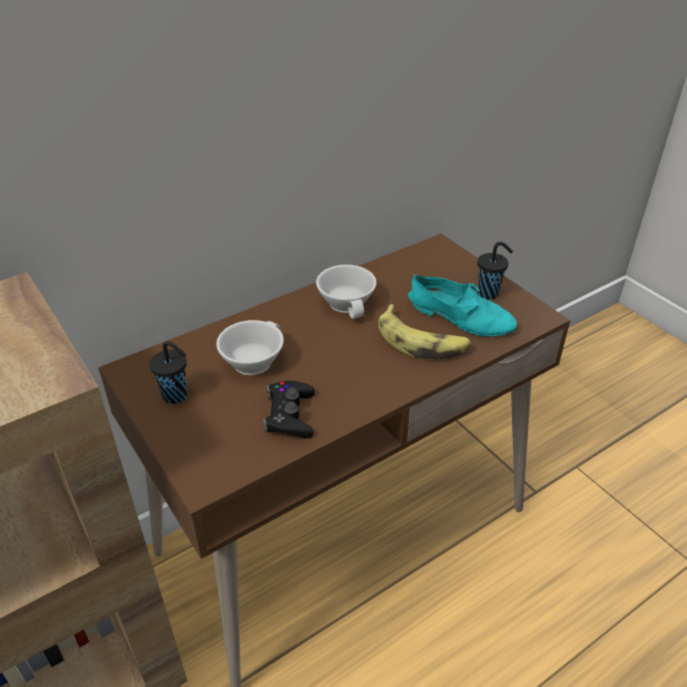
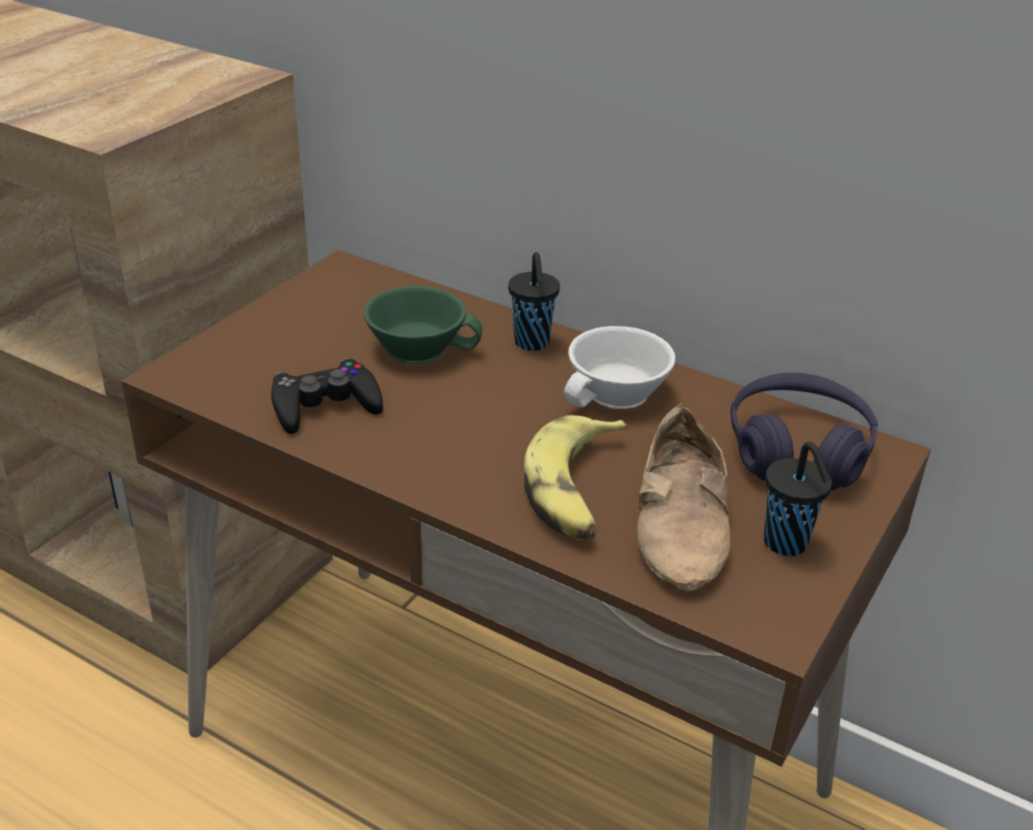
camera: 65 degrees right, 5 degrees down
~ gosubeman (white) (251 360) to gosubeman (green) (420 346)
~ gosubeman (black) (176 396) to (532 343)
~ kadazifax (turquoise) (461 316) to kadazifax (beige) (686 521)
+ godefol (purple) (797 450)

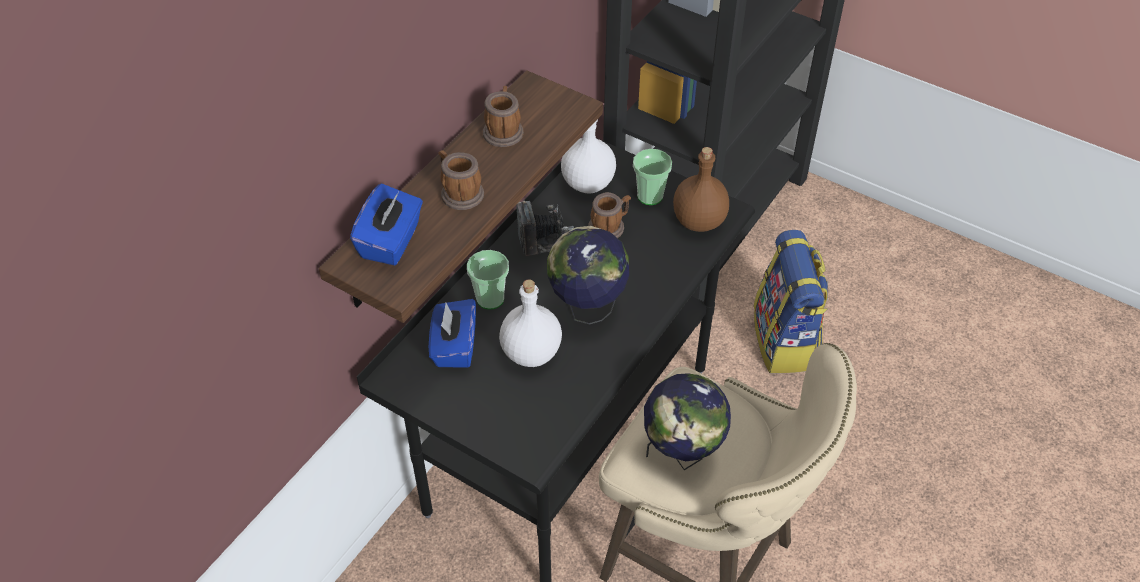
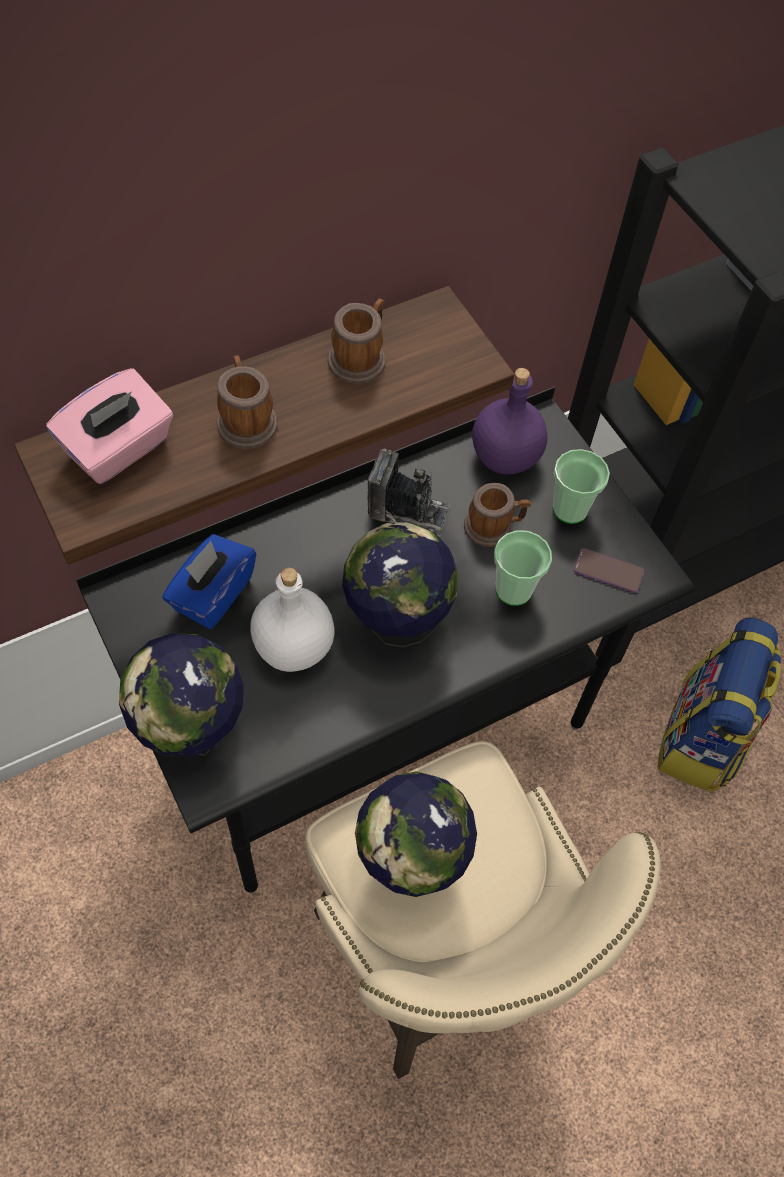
camera: 25 degrees right, 10 degrees up
~ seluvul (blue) (391 242) to seluvul (pink) (119 449)
+ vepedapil (192 732)
~ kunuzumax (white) (587 184) to kunuzumax (purple) (503 457)
~ gosubeman (490 299) to (513 590)
~ kunuzumax (brown) (698 221) to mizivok (608 571)

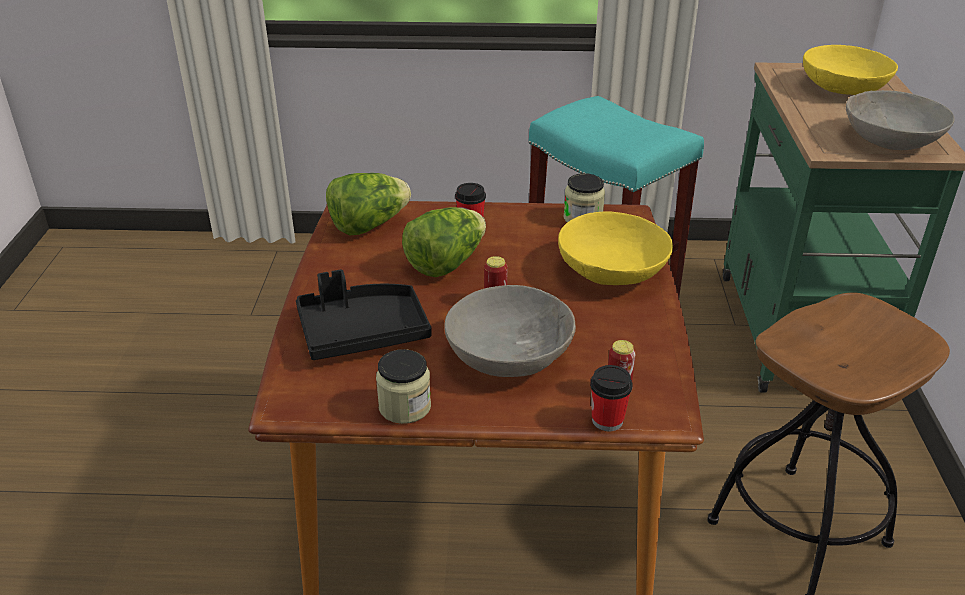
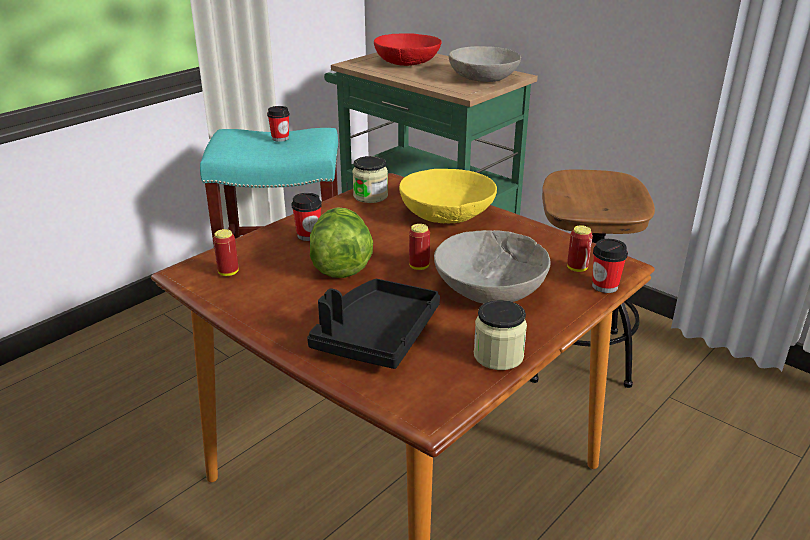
camera: 50 degrees left, 5 degrees down
~ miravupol (368 225) to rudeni (228 273)
+ gosubeman (280 138)
~ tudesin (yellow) (844 88) to tudesin (red) (407 62)

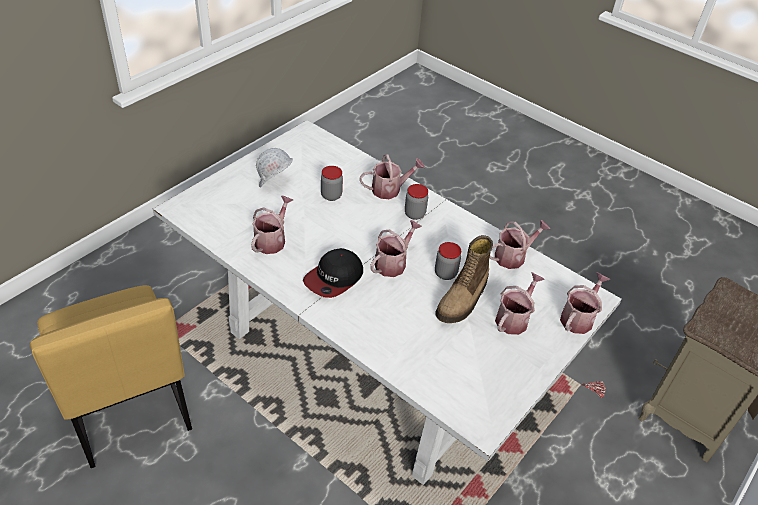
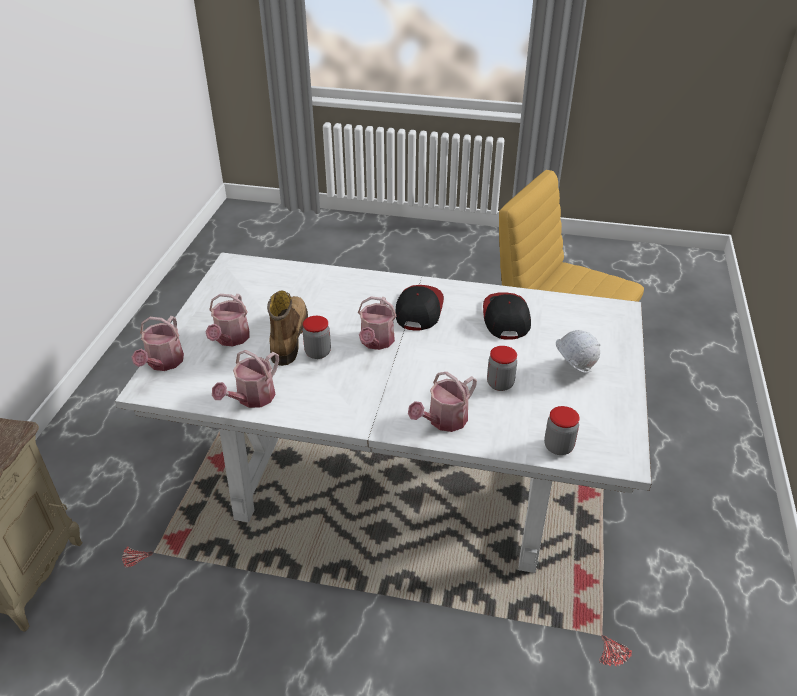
camera: 155 degrees right, 5 degrees down
~ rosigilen (272 240) to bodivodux (505 318)
~ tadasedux (414 214) to (558 446)

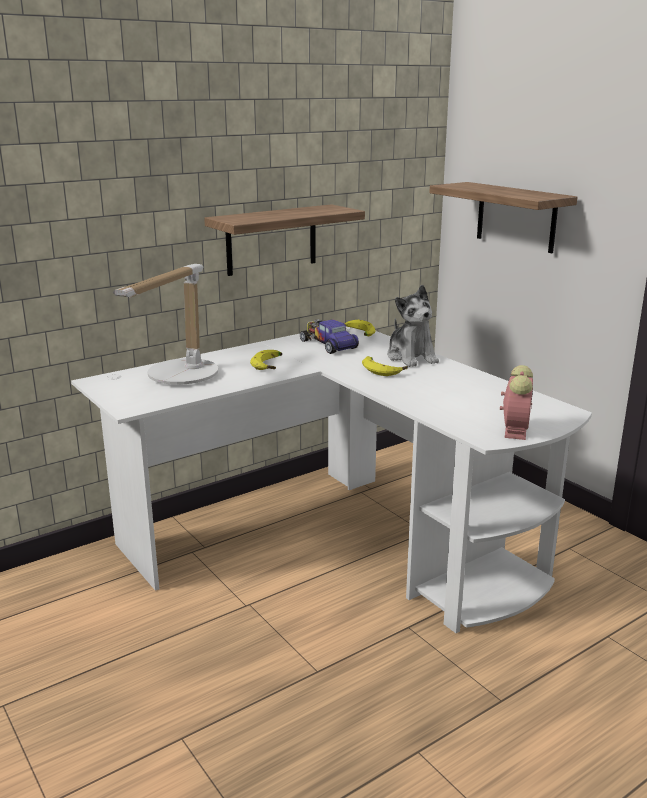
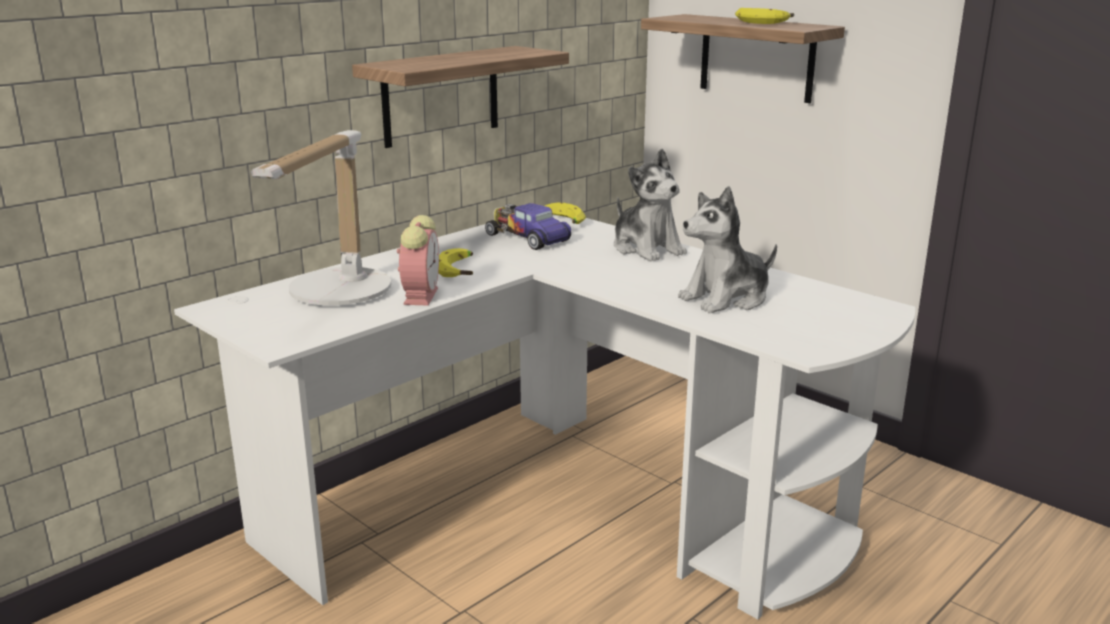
camera: 10 degrees left, 0 degrees up
~ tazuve (515 430) to (420 295)
+ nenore (726 298)
~ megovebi (383 370) to (763 22)

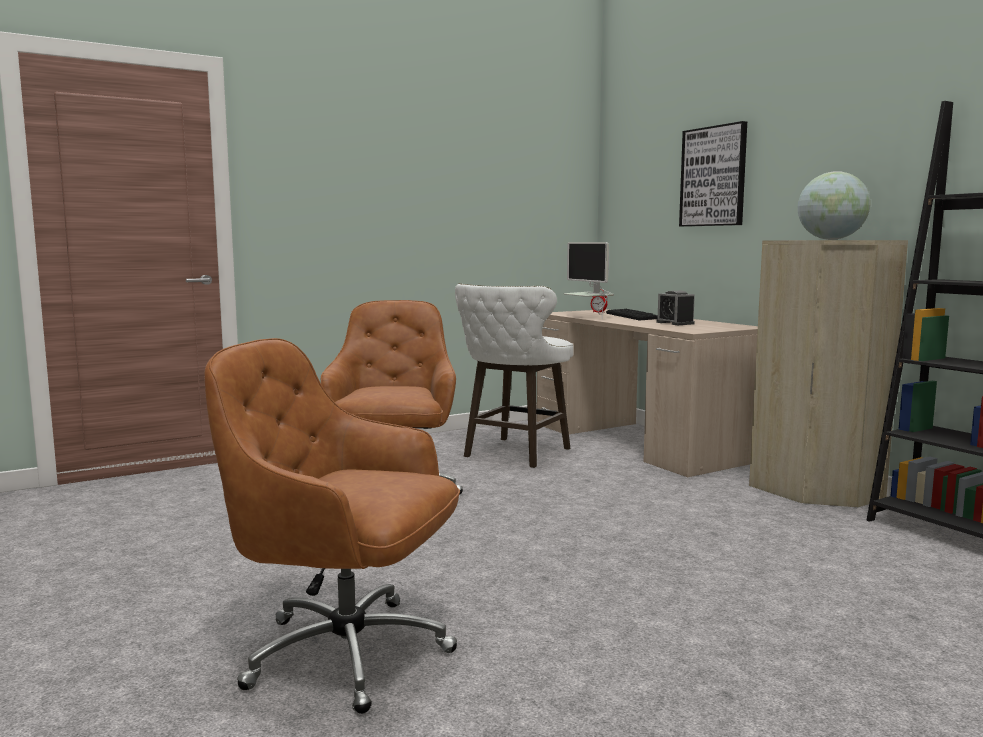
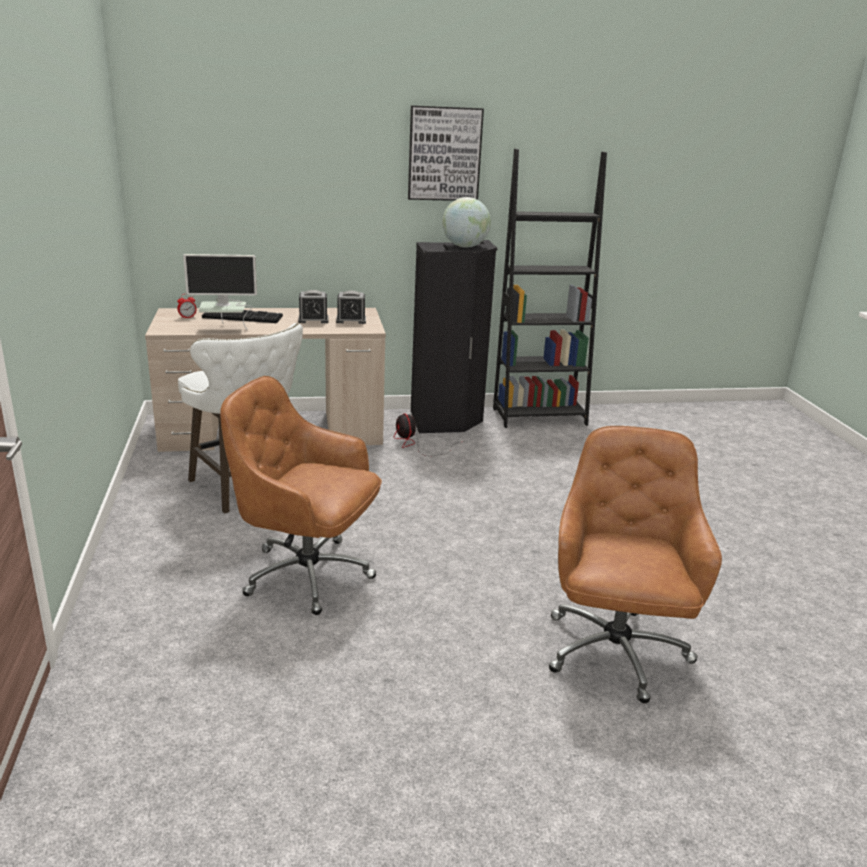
camera: 70 degrees left, 15 degrees up
+ tazuve (351 320)
+ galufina (417 445)
~ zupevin (713 176) to (444 154)
~ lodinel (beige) (816 491) to lodinel (black) (447 420)
~ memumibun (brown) (348 651) = (616 651) 150 degrees clockwise

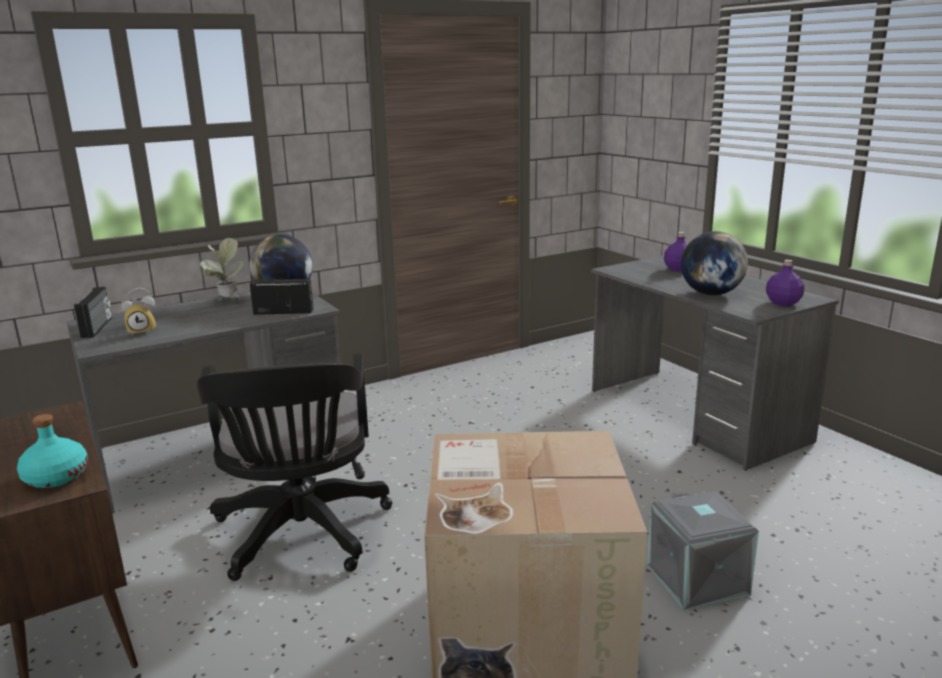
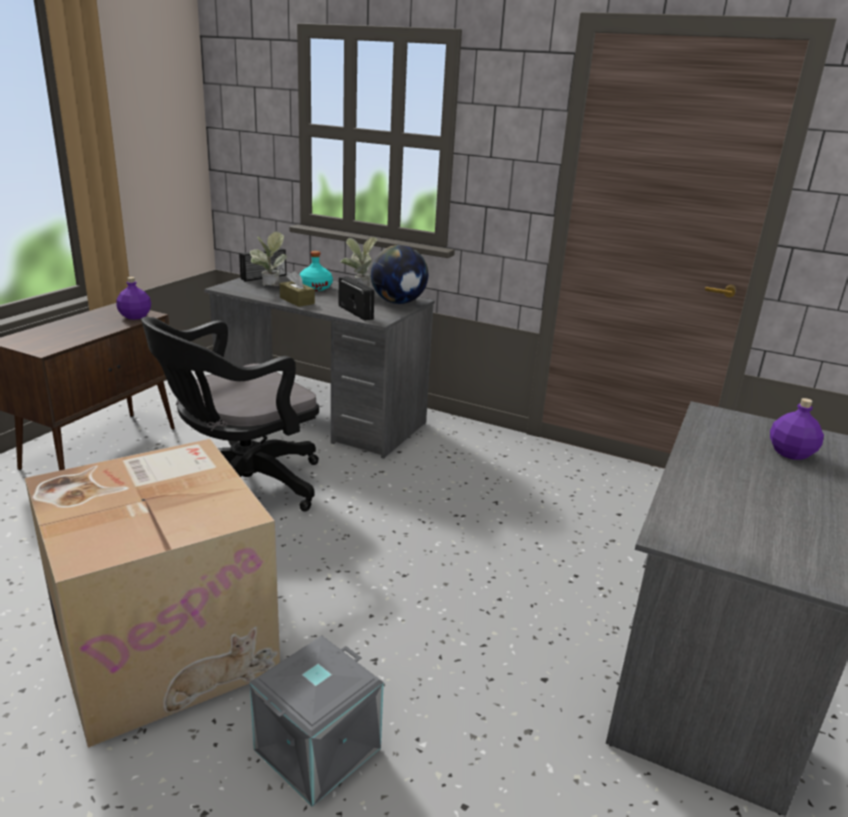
camera: 55 degrees right, 5 degrees up
~ kunuzumax (purple) (783 303) to (135 317)
~ tazuve (143 331) to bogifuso (269 288)
+ seluvul (brown) (297 301)
~ kunuzumax (turquoise) (55 477) to (315 287)
- vepedapil (711 293)

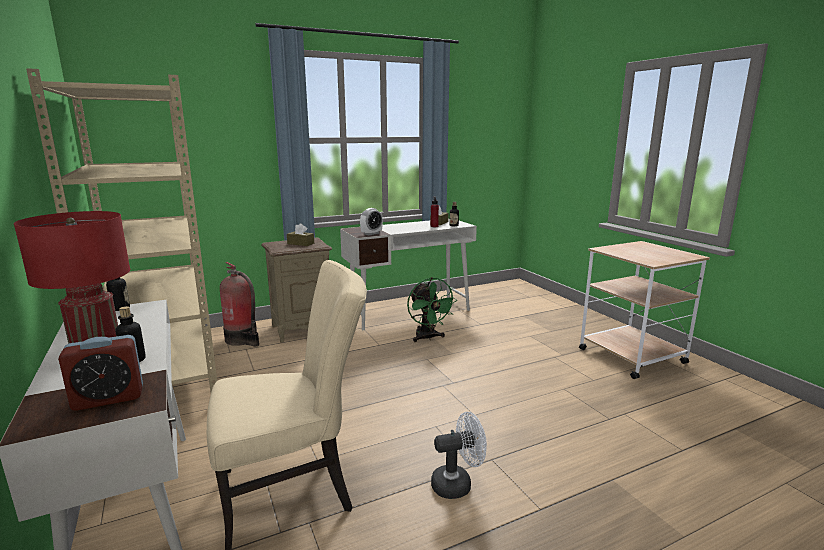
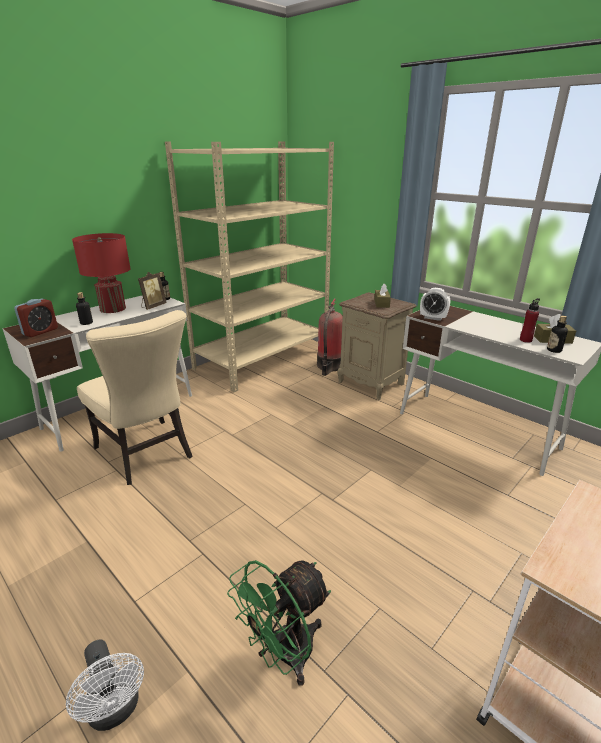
camera: 70 degrees right, 10 degrees up
~ tazuve (108 398) = (40 331) 105 degrees counterclockwise
~ galufina (white) (457 484) to (115 710)
+ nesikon (153 306)
~ galufina (green) (428 338) to (284 655)

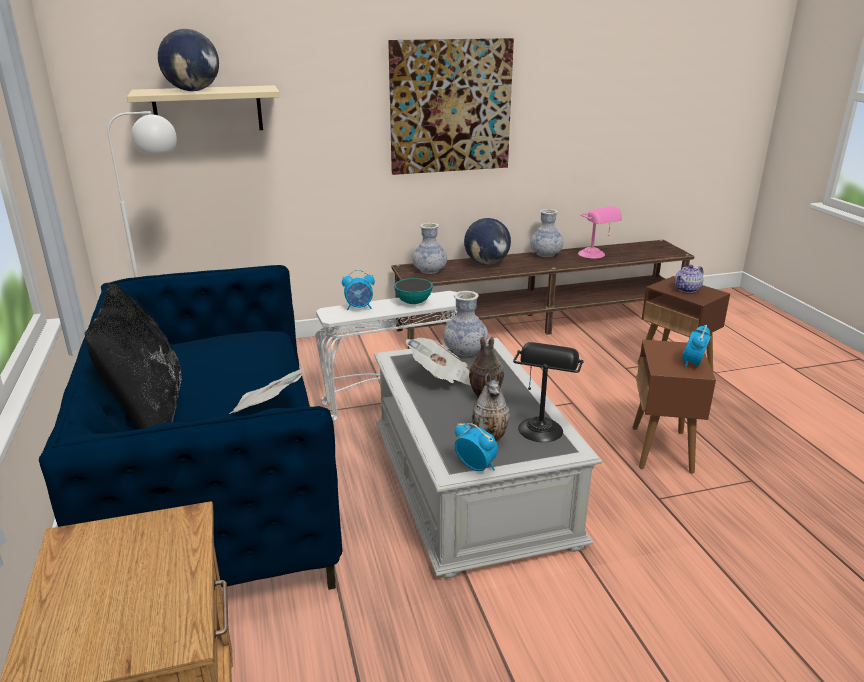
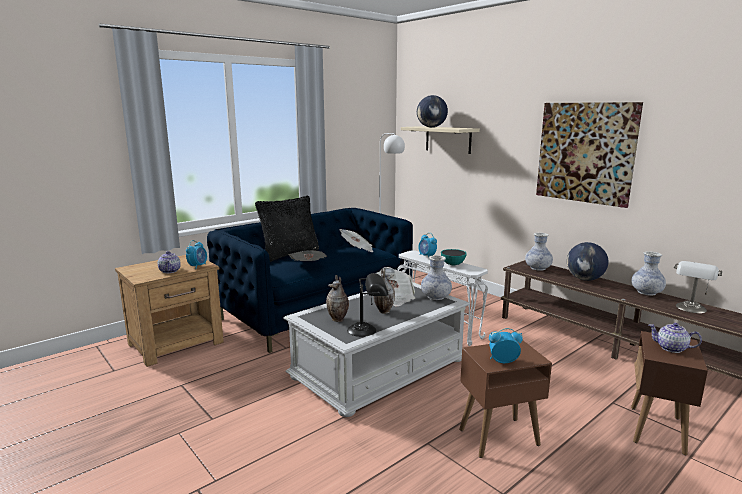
camera: 65 degrees right, 10 degrees down
+ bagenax (170 271)
~ tazuve (476 466) to (198 266)
+ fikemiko (357 250)
~ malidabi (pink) (595 255) to malidabi (white) (691 310)

